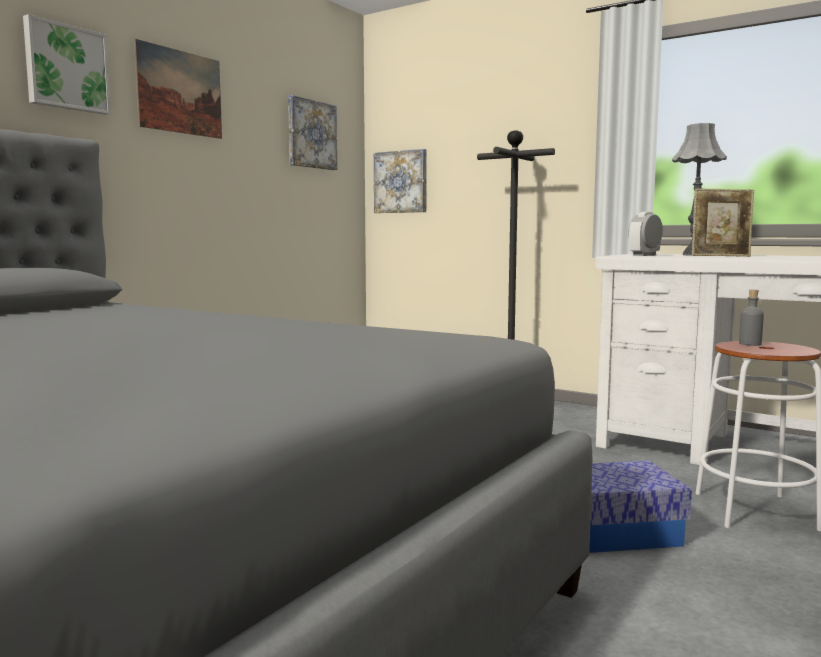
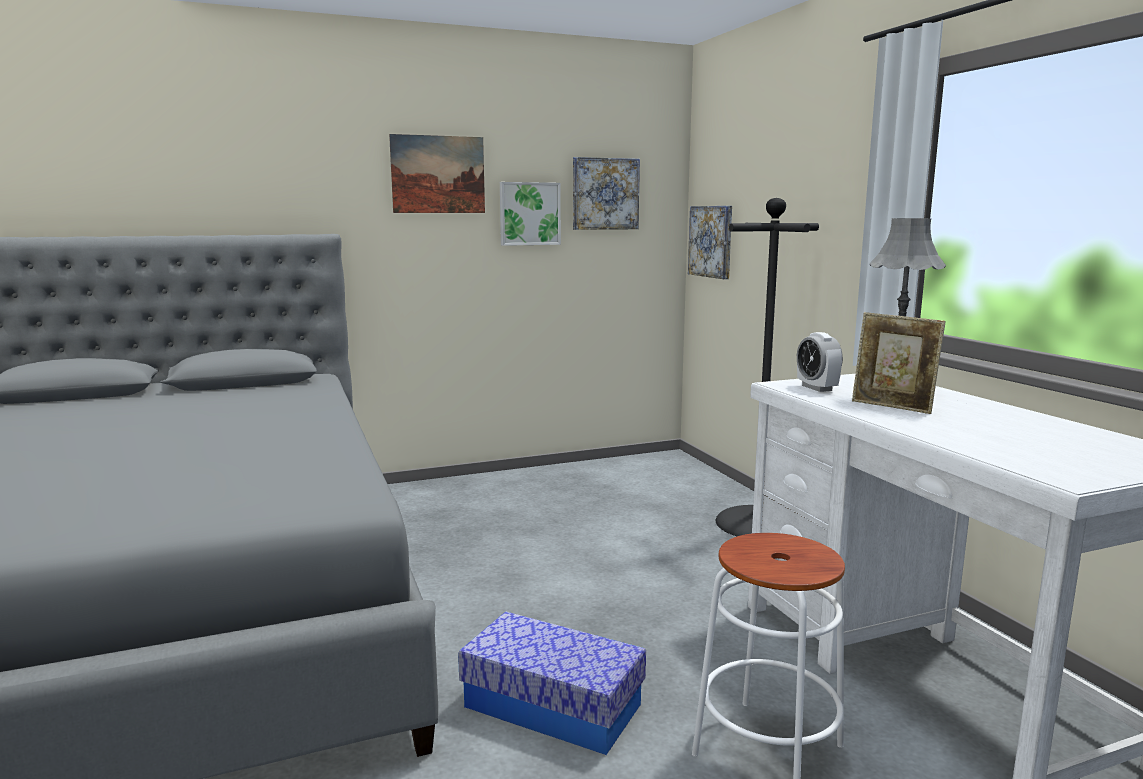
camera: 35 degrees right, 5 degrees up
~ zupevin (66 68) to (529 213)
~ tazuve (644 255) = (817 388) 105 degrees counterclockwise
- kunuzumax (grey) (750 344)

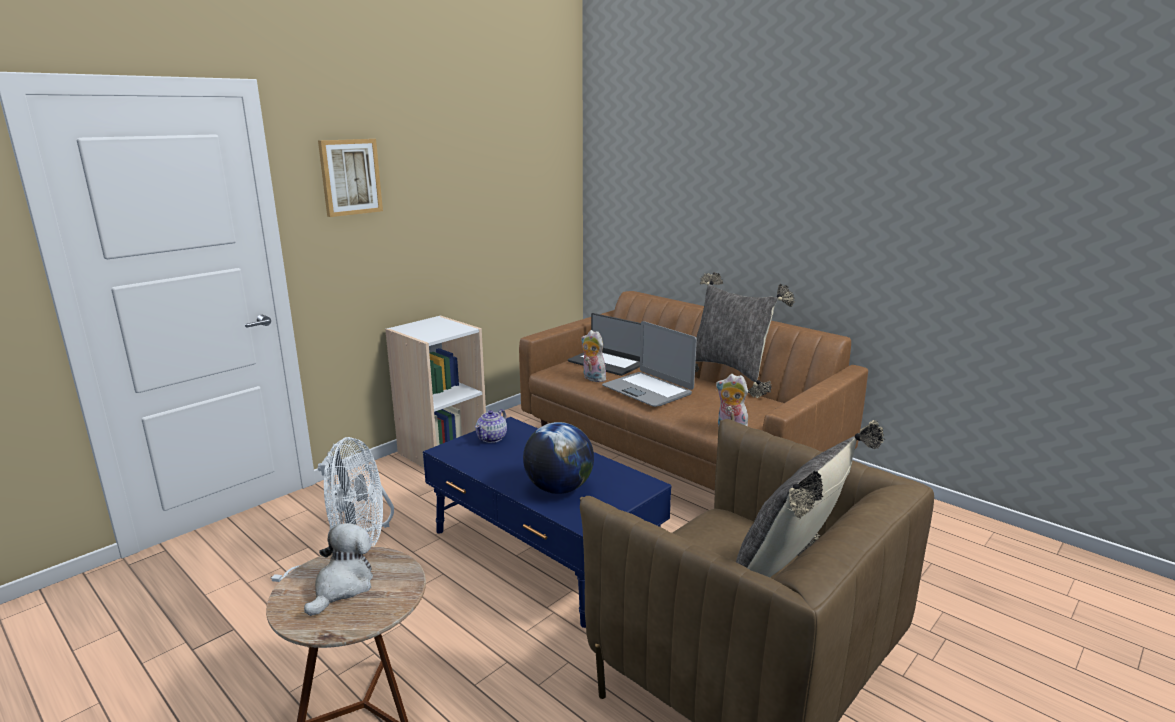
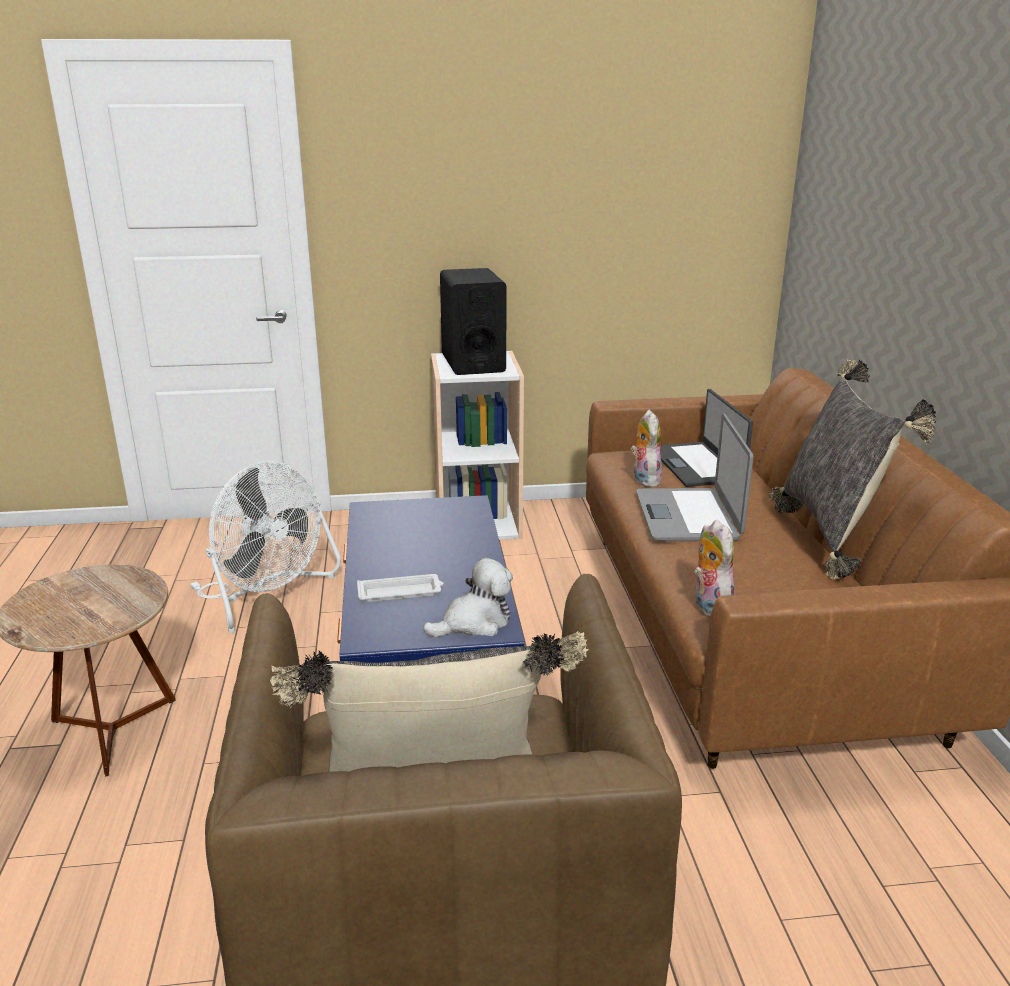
camera: 40 degrees right, 5 degrees up
~ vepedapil (559 489) to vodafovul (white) (401 592)
~ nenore (343 586) to (474 622)
+ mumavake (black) (473 363)
- zupevin (350 177)
- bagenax (492 438)

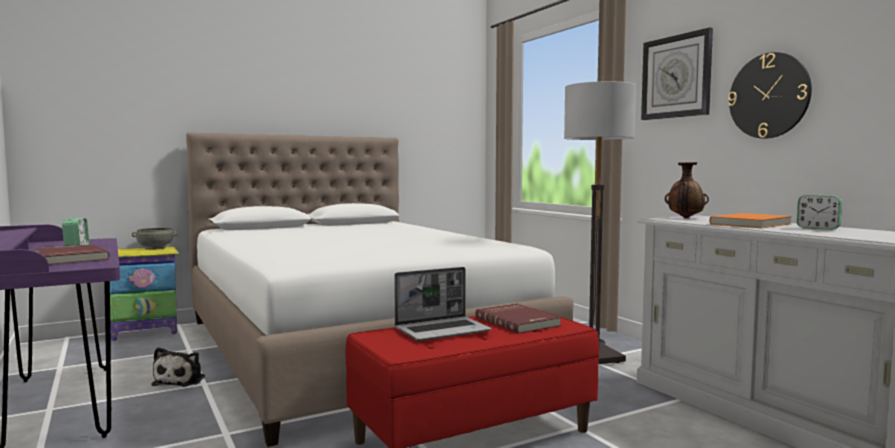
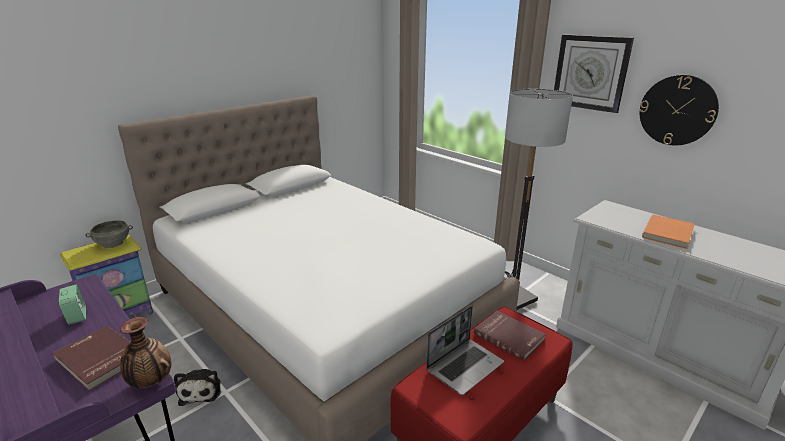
camera: 15 degrees left, 20 degrees up
~ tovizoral (685 218) to (151 382)
- tazuve (818 228)

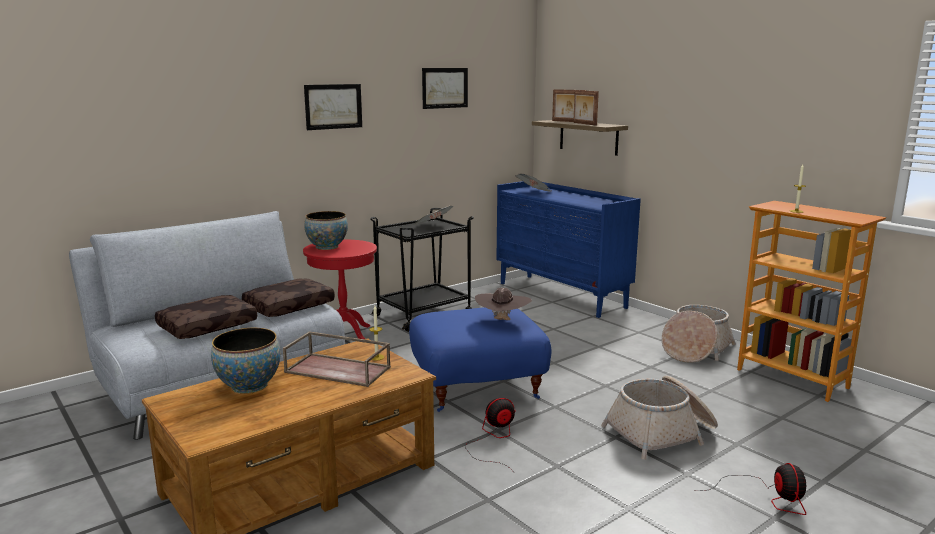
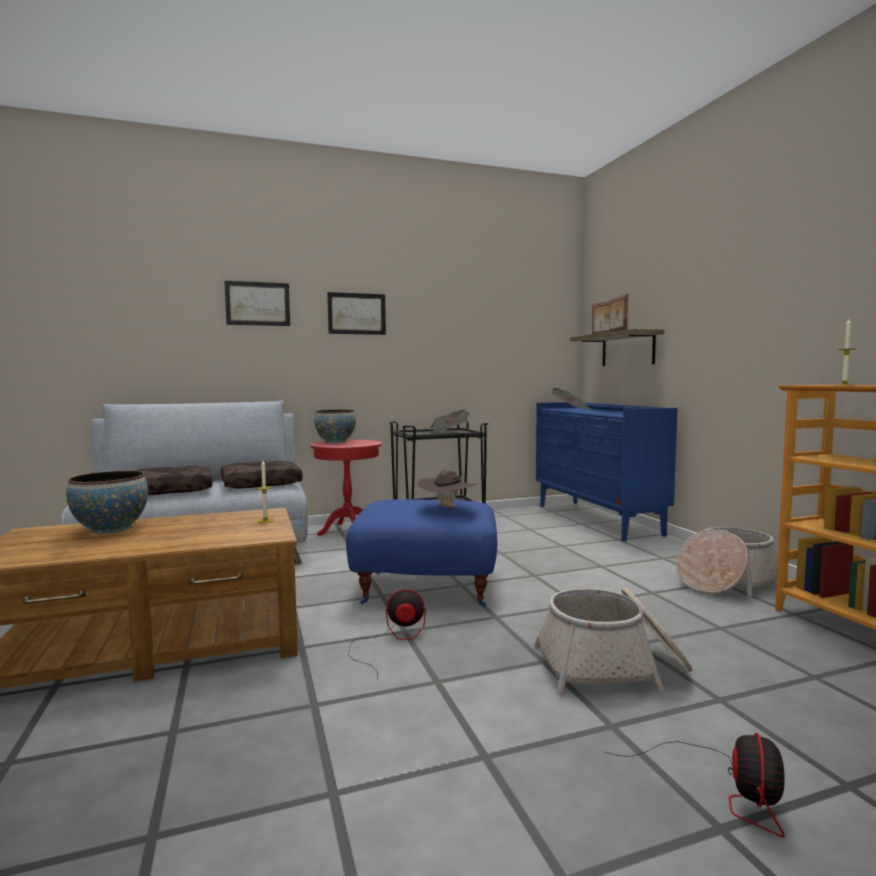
camera: 20 degrees right, 10 degrees down
~ zupevin (445 88) to (258 303)
- vodafovul (brown) (339 369)

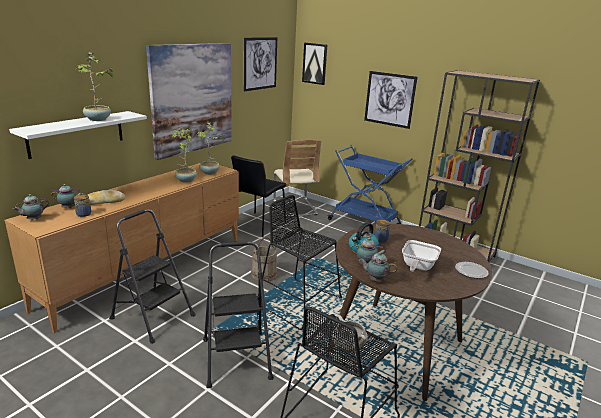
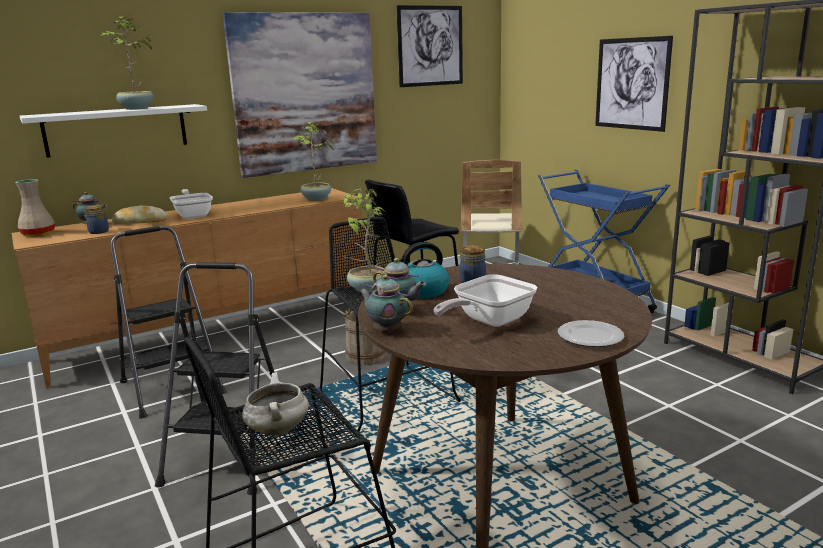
camera: 25 degrees right, 5 degrees down
~ bagenax (33 219) to tovizoral (beige) (39 234)
+ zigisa (193 215)
~ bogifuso (185 180) to (366 289)
- zupevin (315 63)

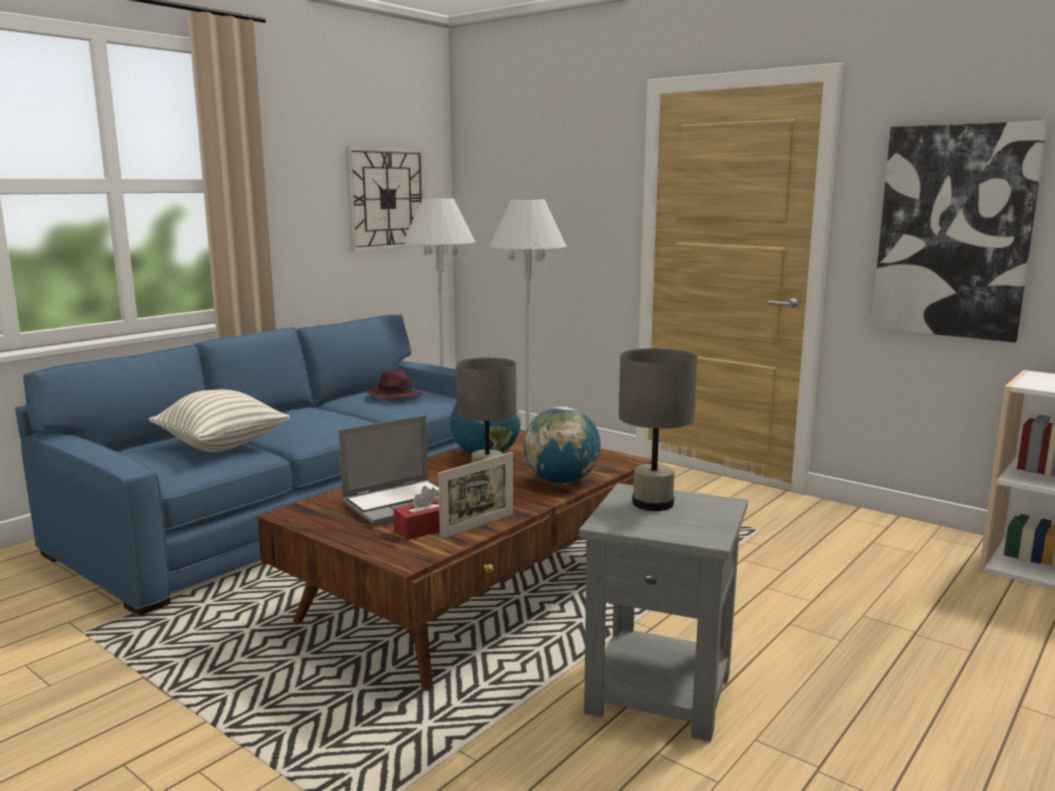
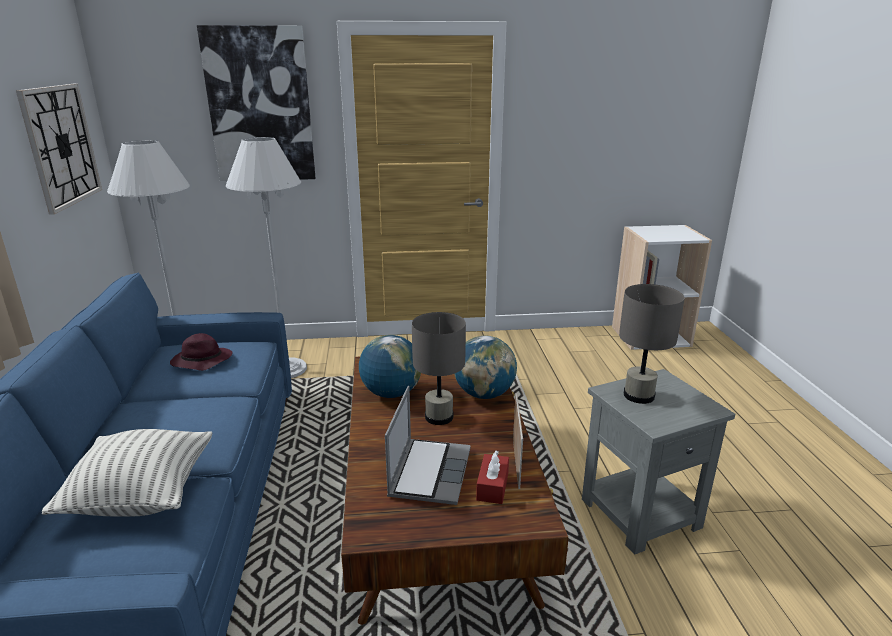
camera: 45 degrees left, 10 degrees up
~ zupevin (953 232) to (260 106)

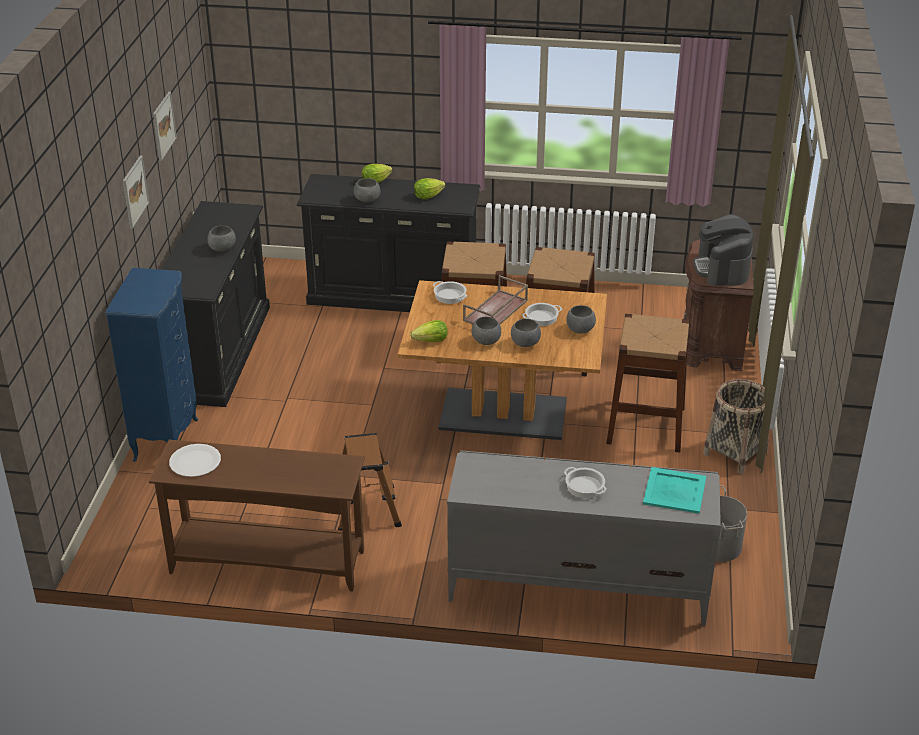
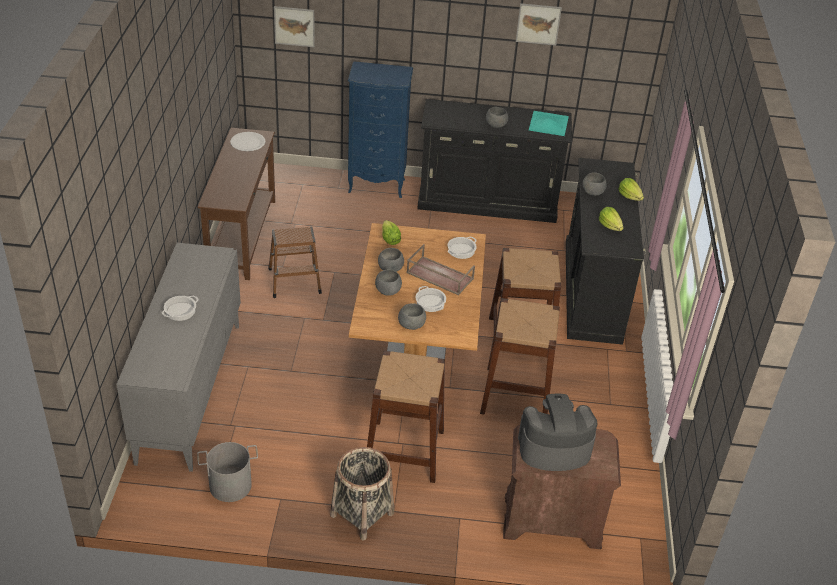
camera: 85 degrees right, 5 degrees up
~ zupevin (135 191) to (294 26)
~ vodafovul (turquoise) (674 490) to (549 123)

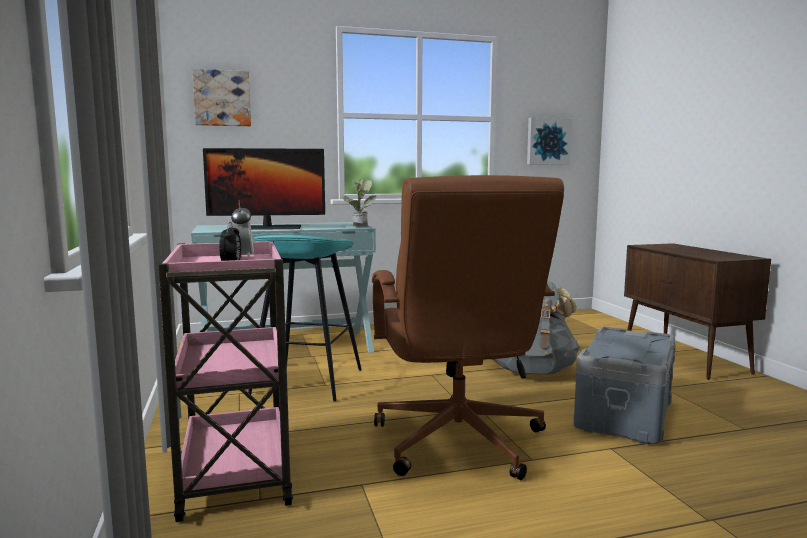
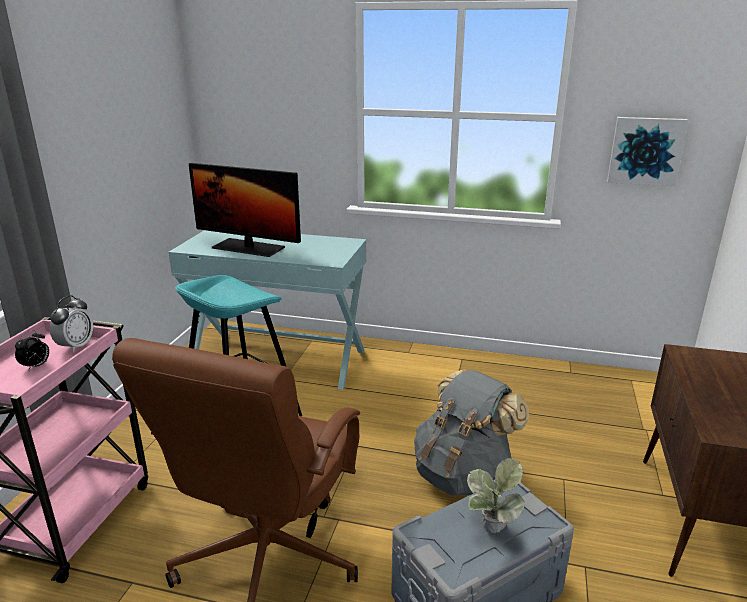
camera: 30 degrees right, 15 degrees up
~ bogifuso (359 227) to (490 532)
- zupevin (222 98)

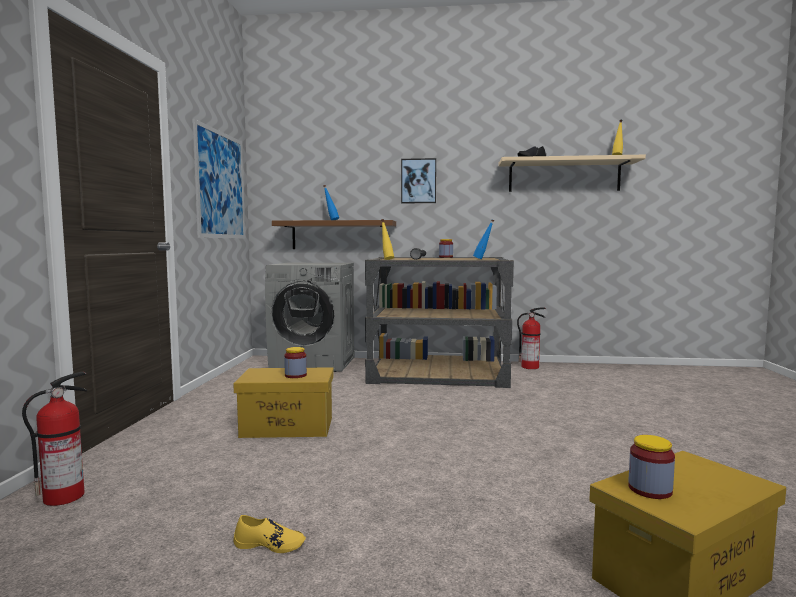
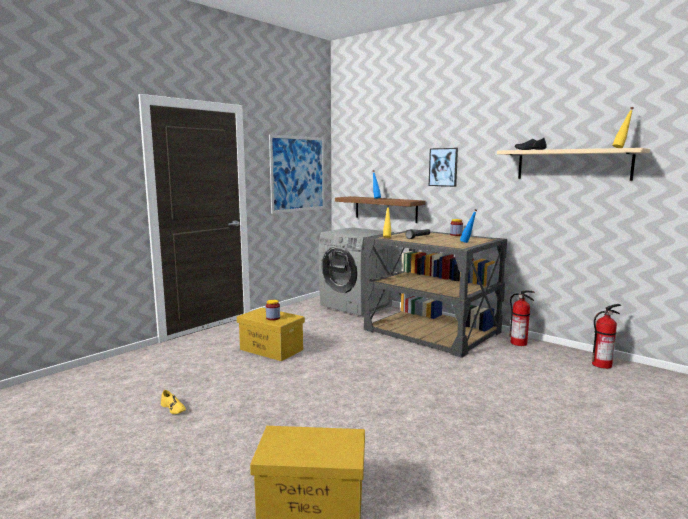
camera: 35 degrees right, 5 degrees up
~ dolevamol (65 496) to (602 364)
- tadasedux (650 489)

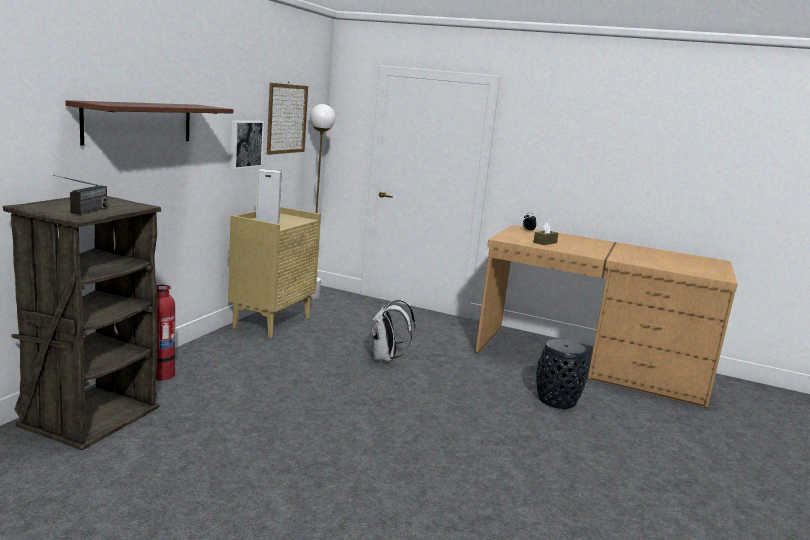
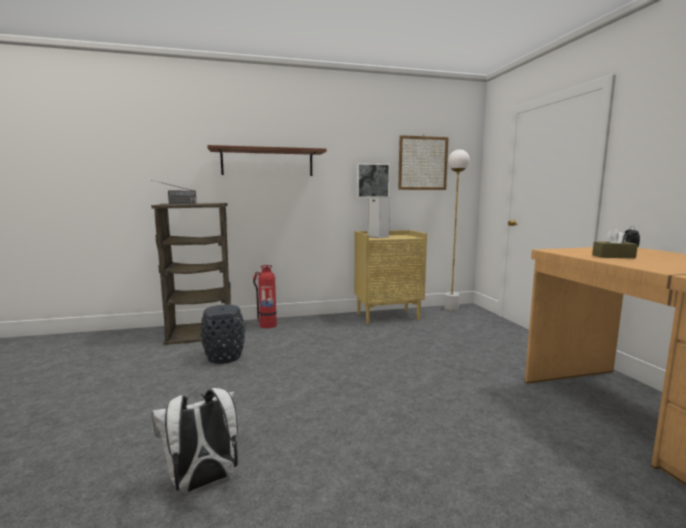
camera: 55 degrees right, 5 degrees down
~ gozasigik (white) (386 359) to (203 482)
~ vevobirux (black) (556 400) to (224 357)

